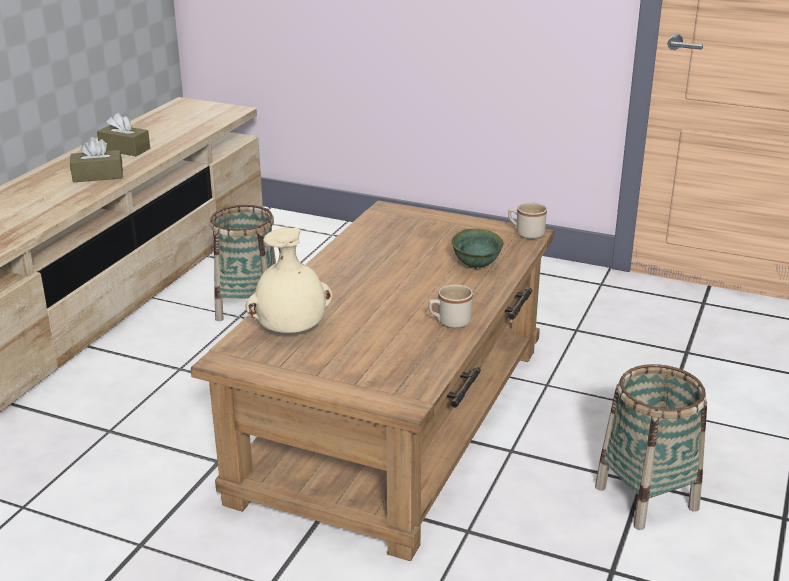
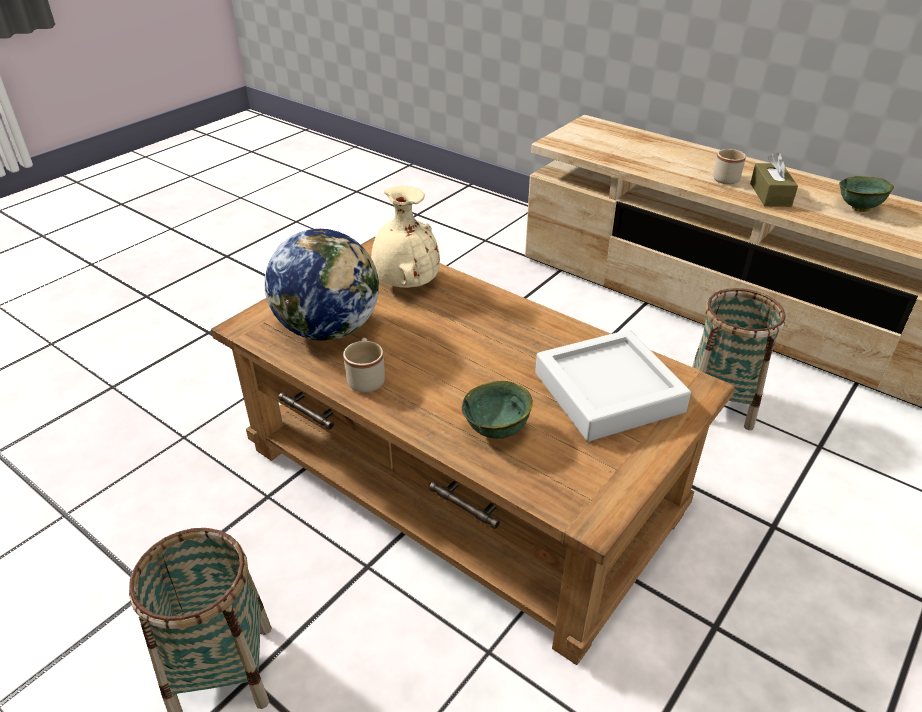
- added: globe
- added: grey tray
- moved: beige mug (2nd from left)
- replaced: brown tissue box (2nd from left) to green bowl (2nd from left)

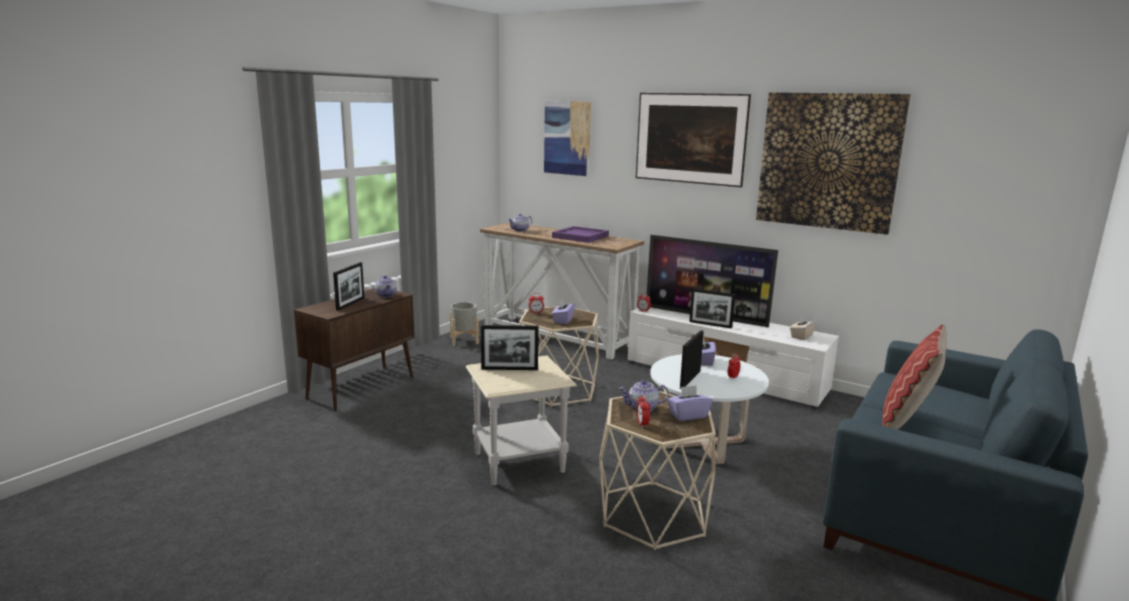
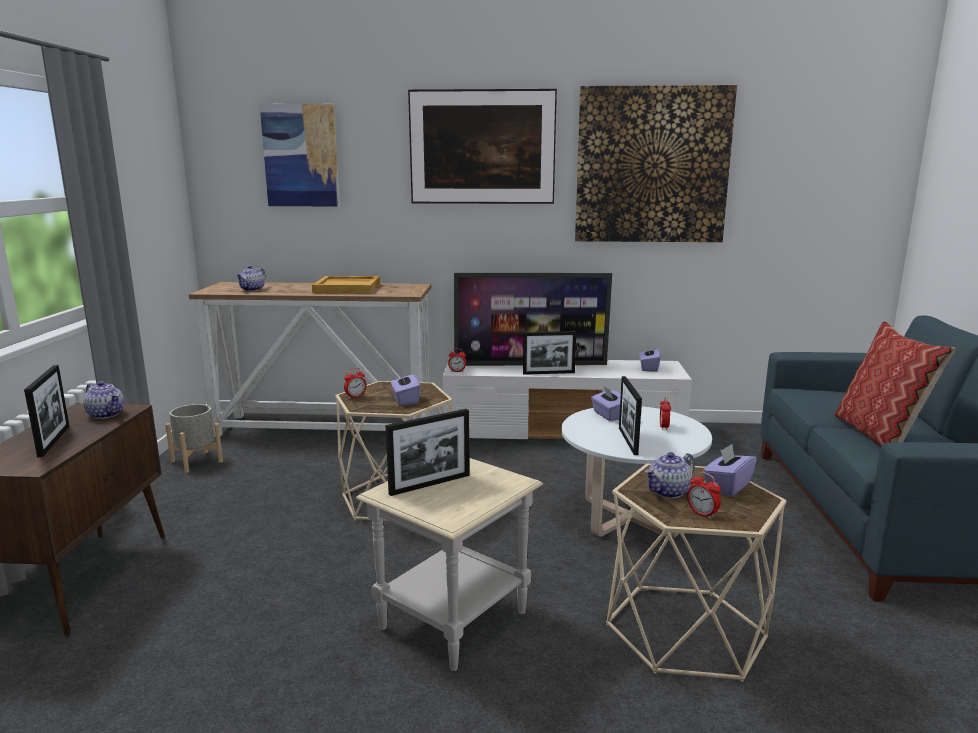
- recoloured: purple tray to beige tray
- recoloured: beige tissue box to purple tissue box (3rd from left)

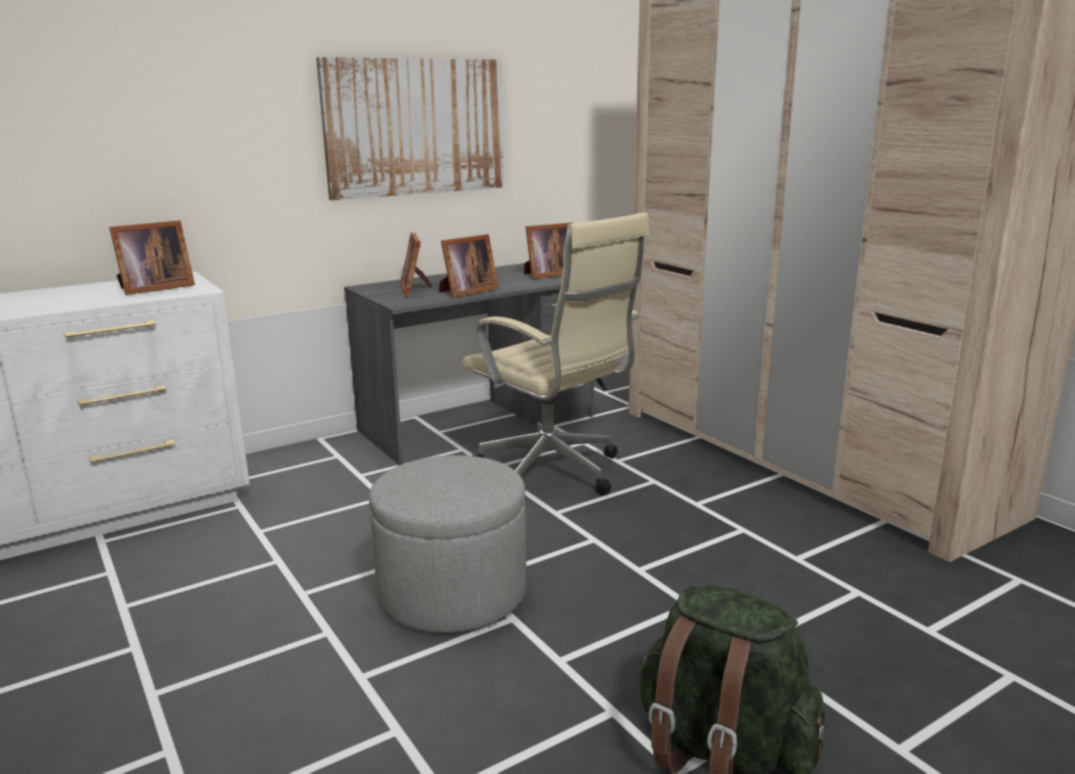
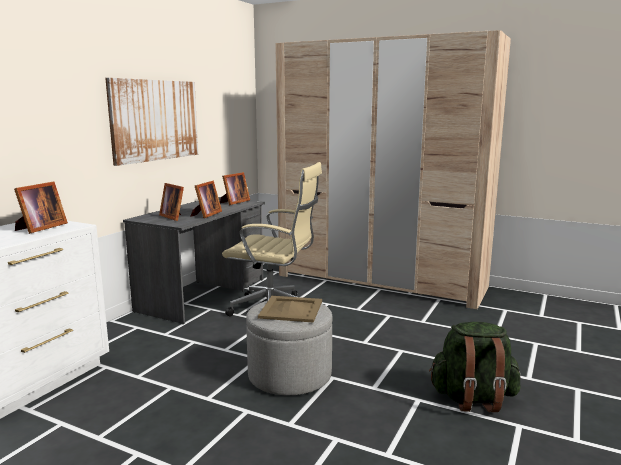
- added: beige tray

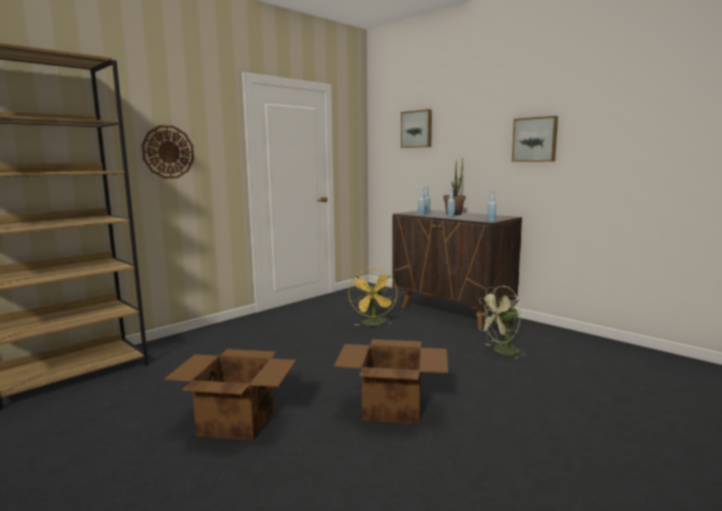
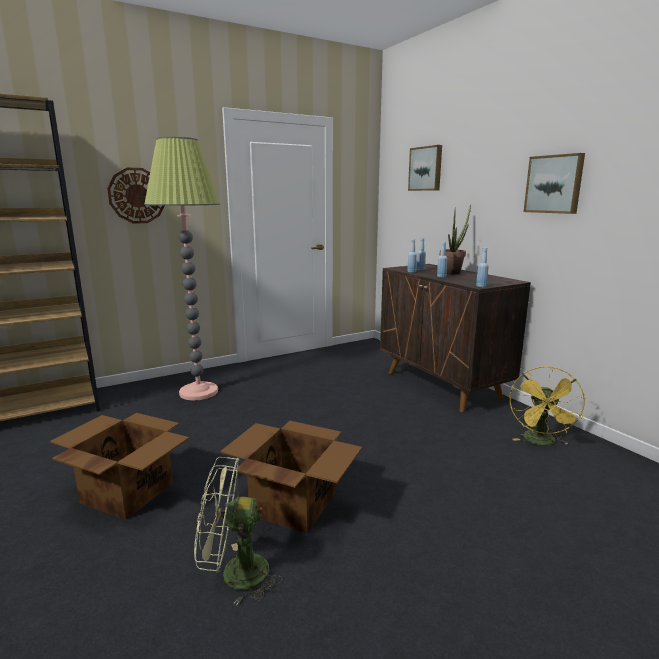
- added: floor lamp
- moved: green fan
- moved: yellow fan

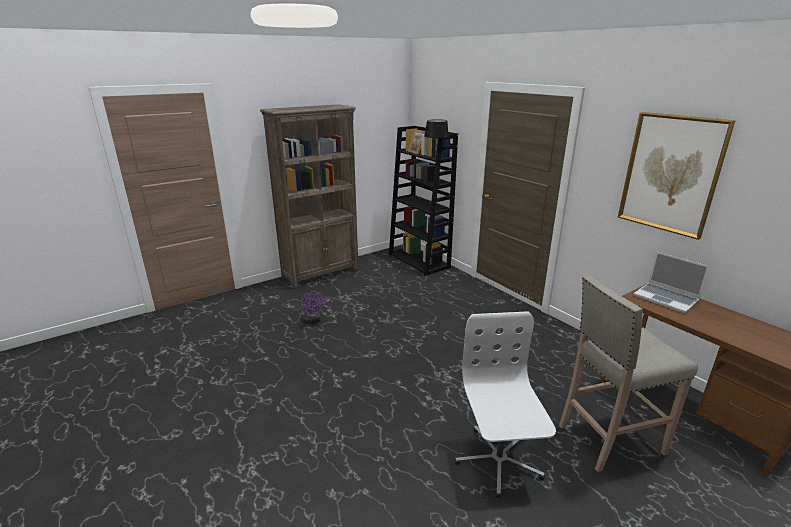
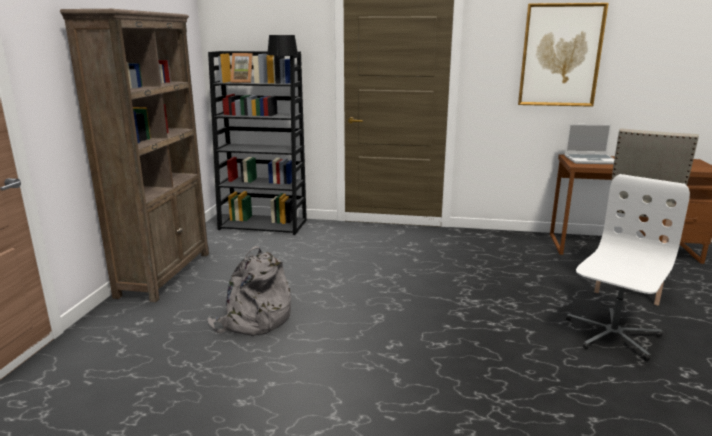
- replaced: purple fan to grey backpack
- turned: white office chair 90 degrees clockwise

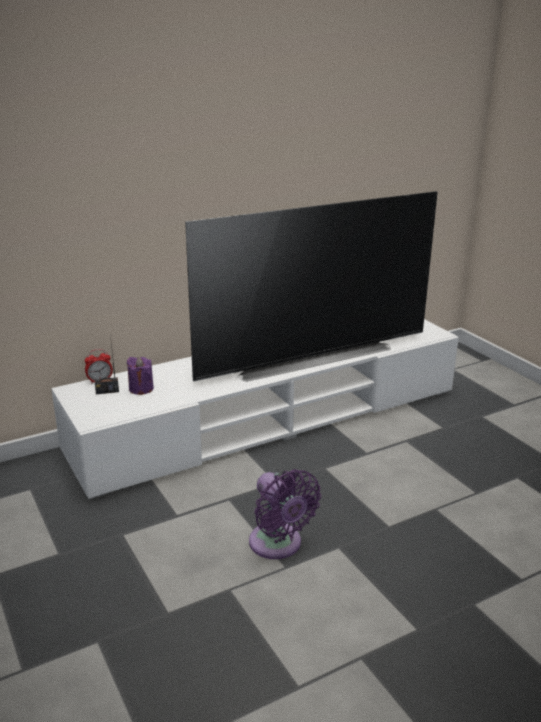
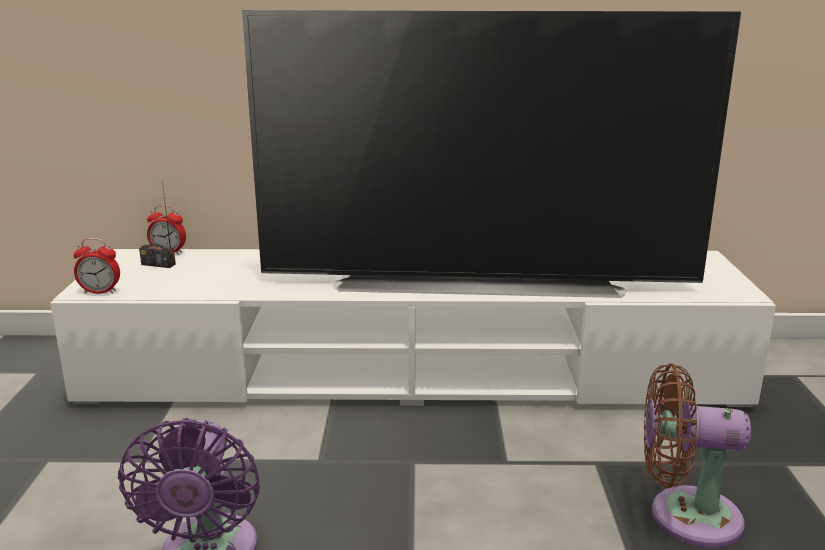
- added: alarm clock (1st from left)
- added: brown fan
- removed: purple candle

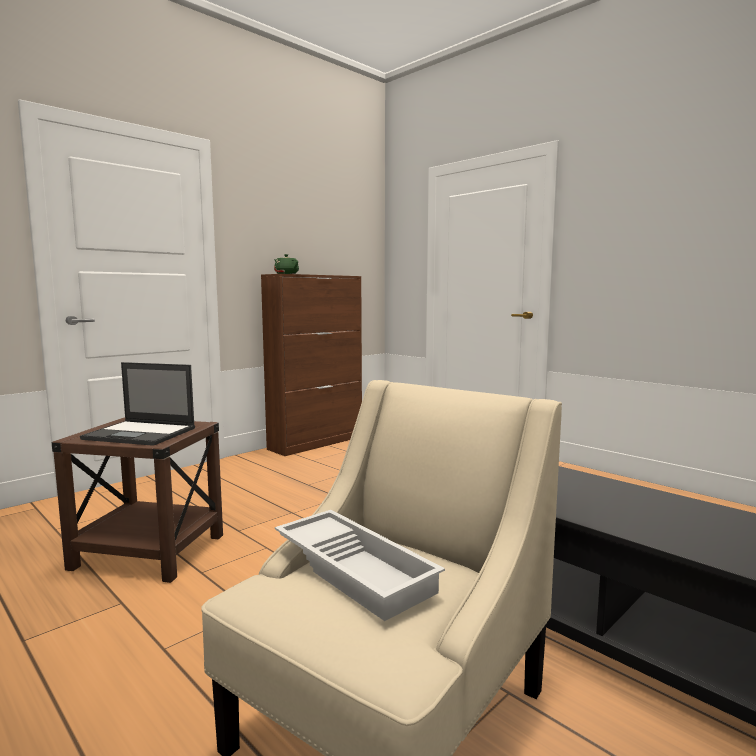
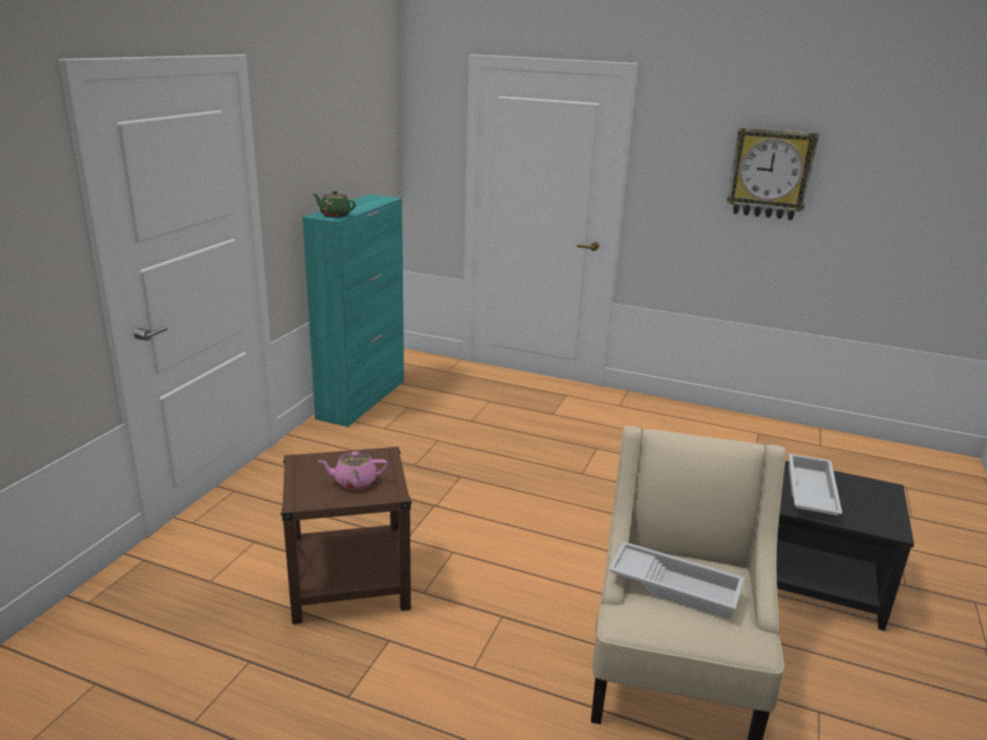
- recoloured: brown cabinet to turquoise cabinet
- replaced: laptop to pink teapot
- added: wall clock
- added: white tray (2nd from left)

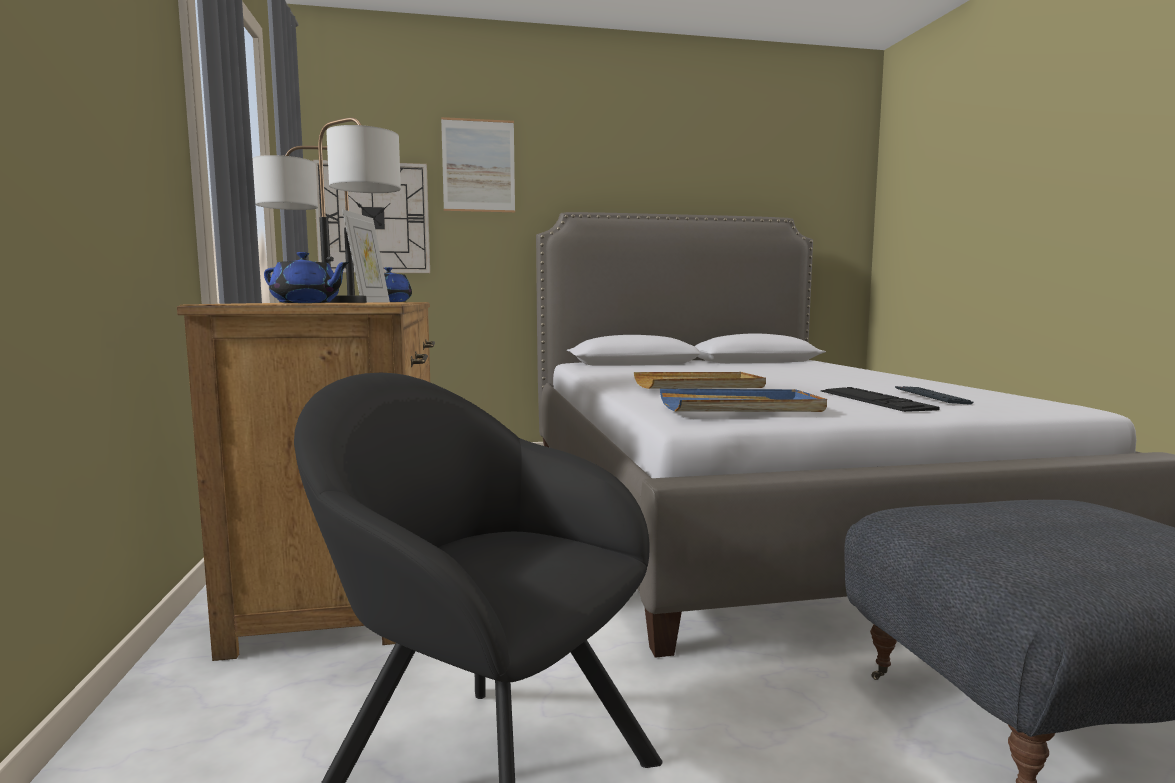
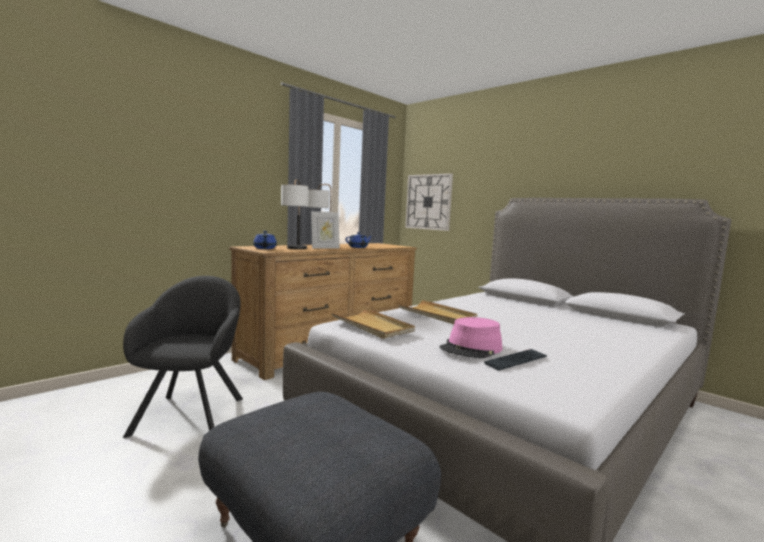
- recoloured: blue tray to beige tray (1st from left)
- replaced: keyboard (1st from left) to pink hat
- removed: picture

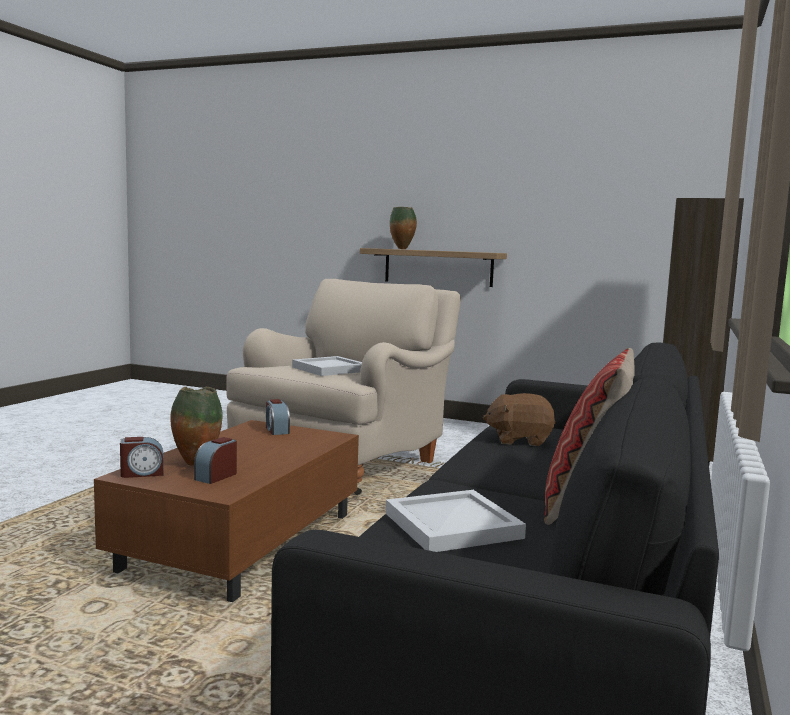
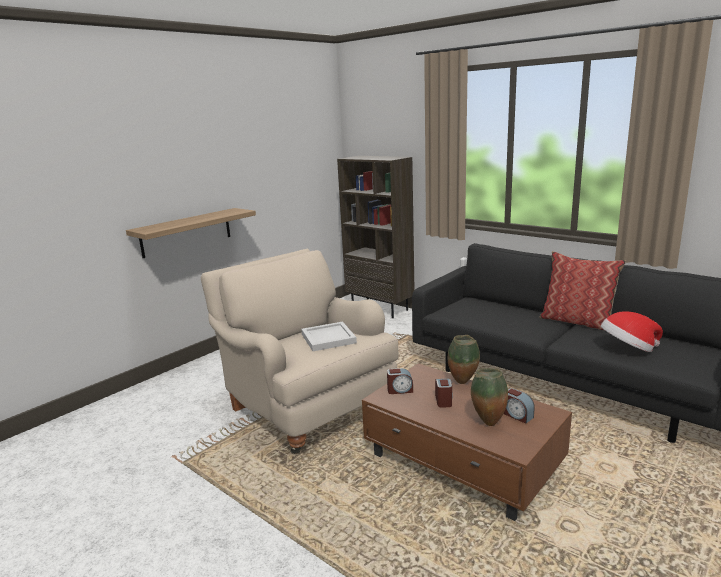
- moved: alarm clock (1st from left in the first image) to alarm clock (2nd from left)
- moved: vase (2nd from left in the first image) to vase (1st from left)
- replaced: white tray (2nd from left) to hat
- removed: brown plush toy

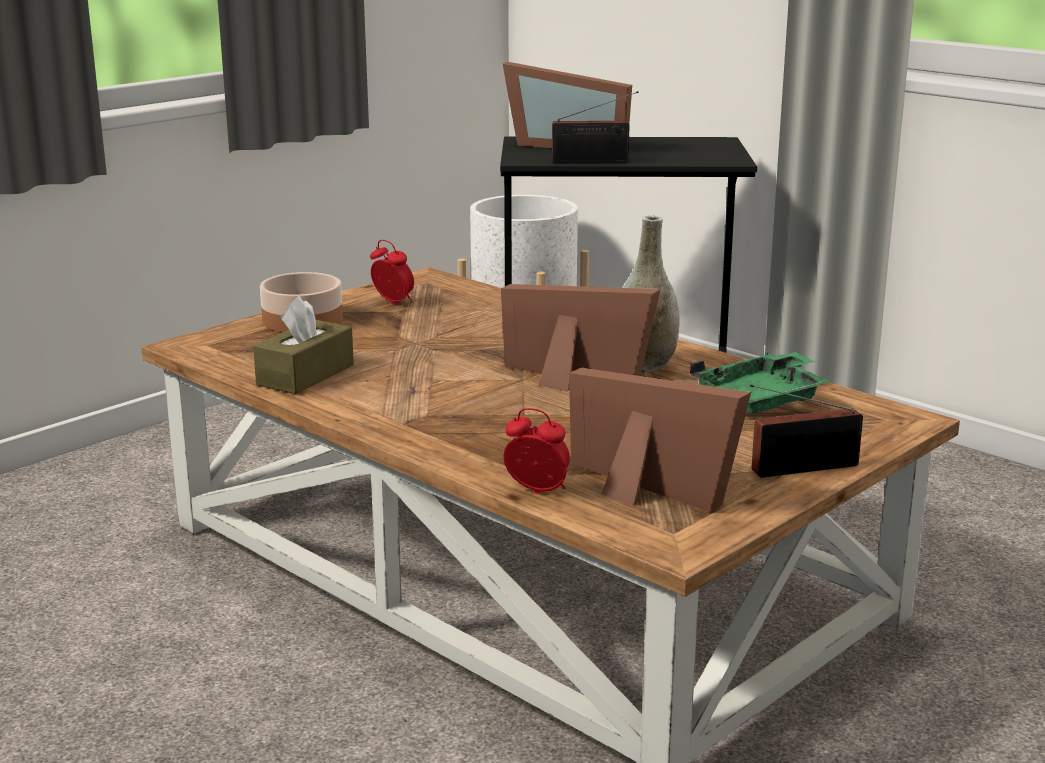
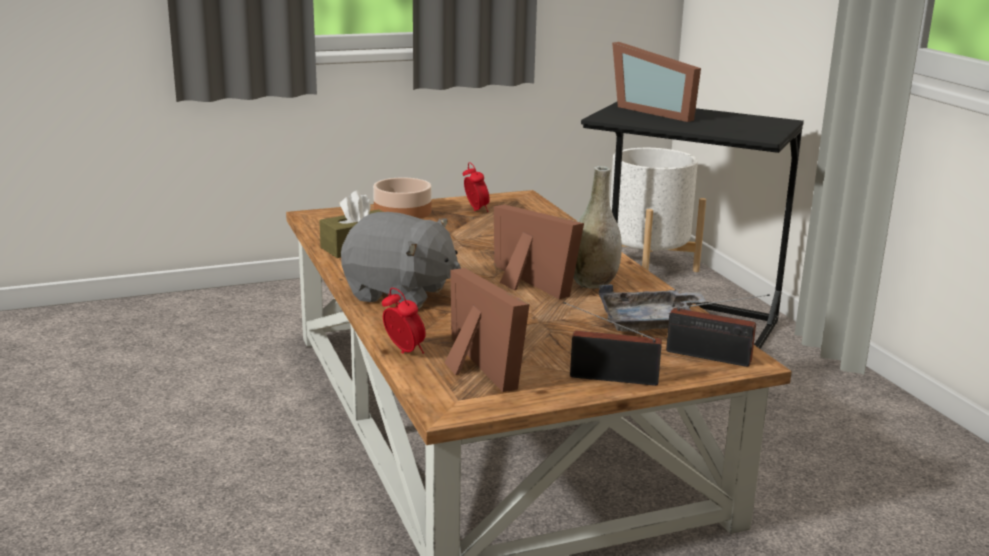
- added: grey plush toy
- recoloured: green tray to grey tray
- moved: radio (1st from left in the first image) to radio (2nd from left)

